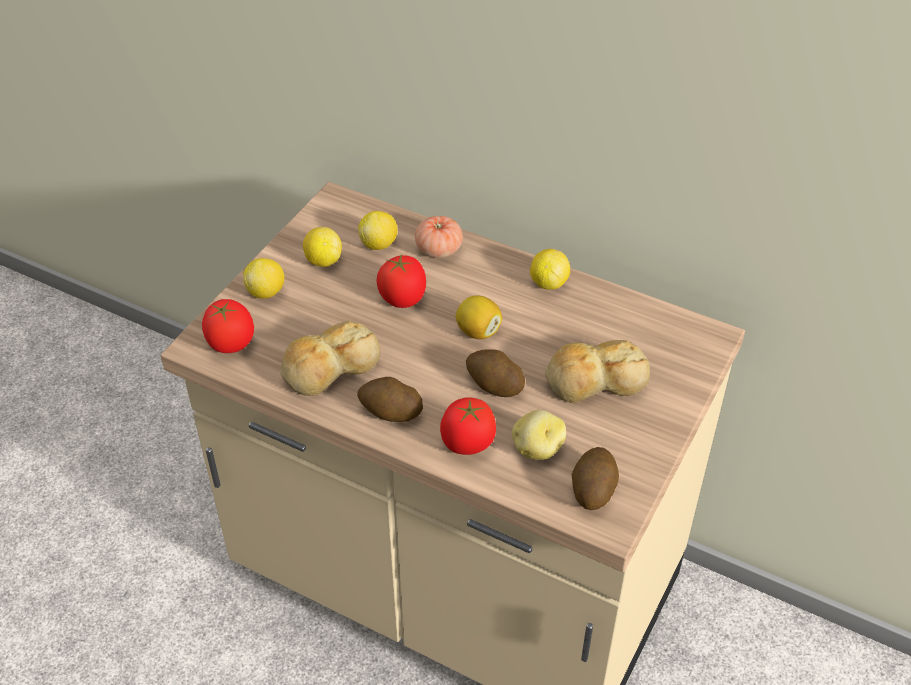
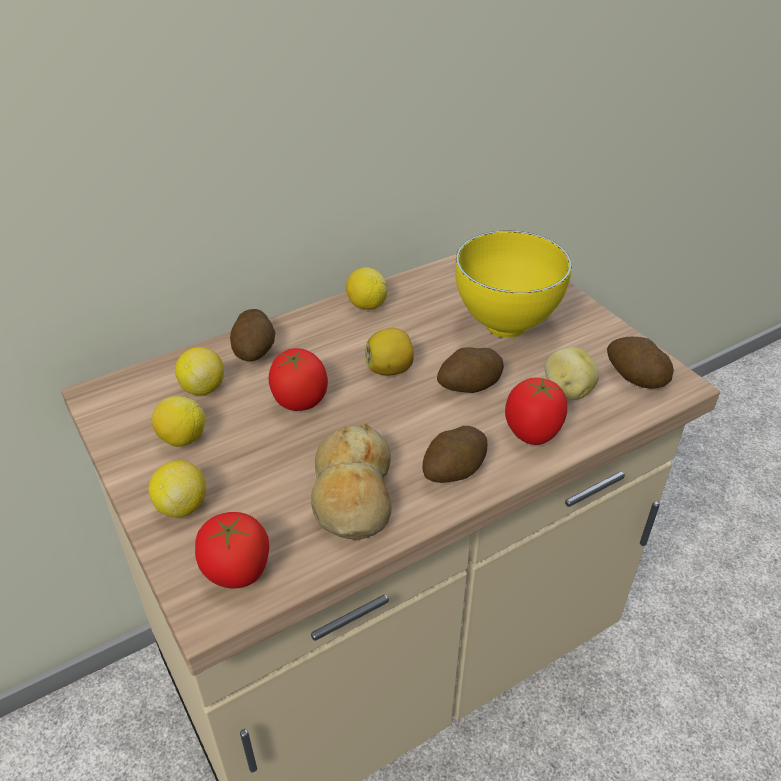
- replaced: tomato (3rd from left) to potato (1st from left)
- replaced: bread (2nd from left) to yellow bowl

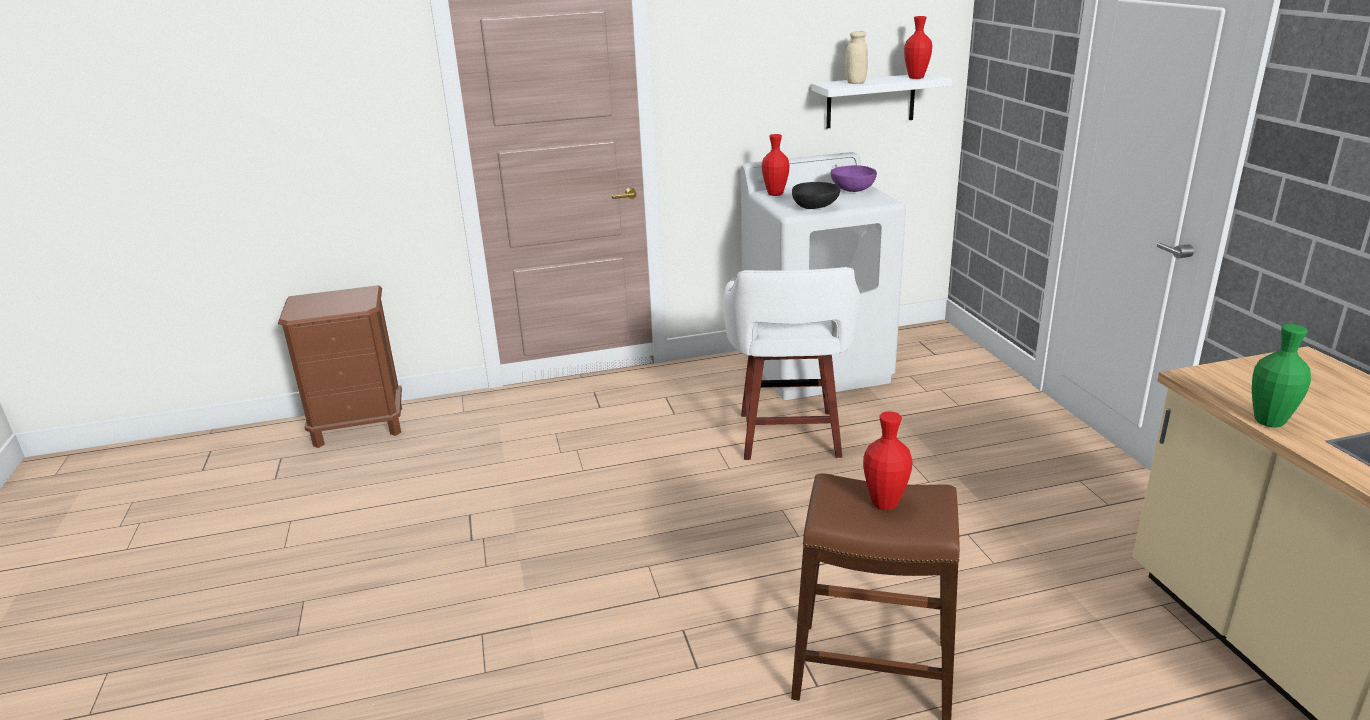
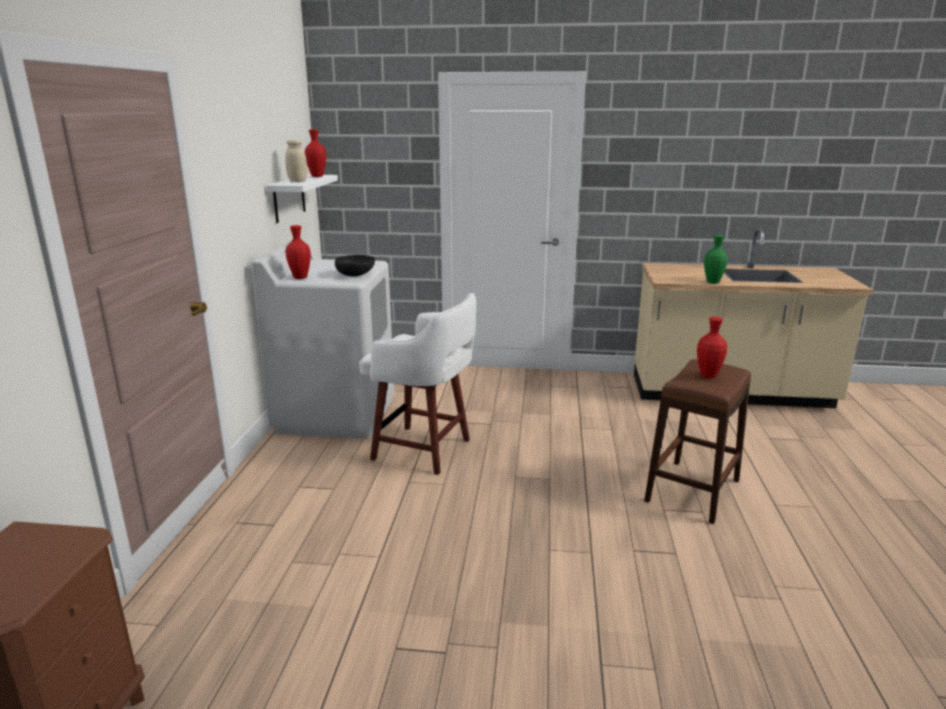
- removed: purple bowl

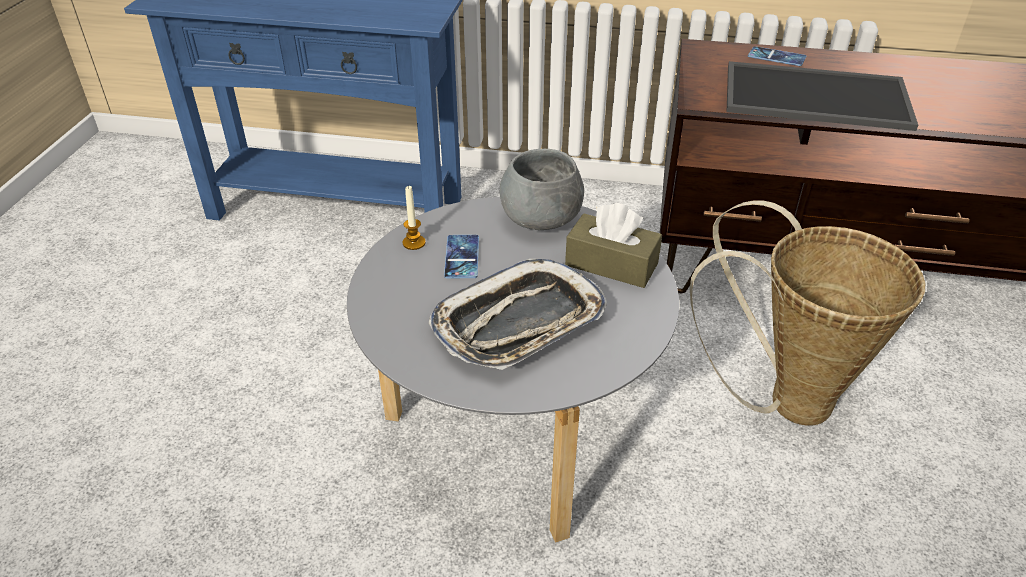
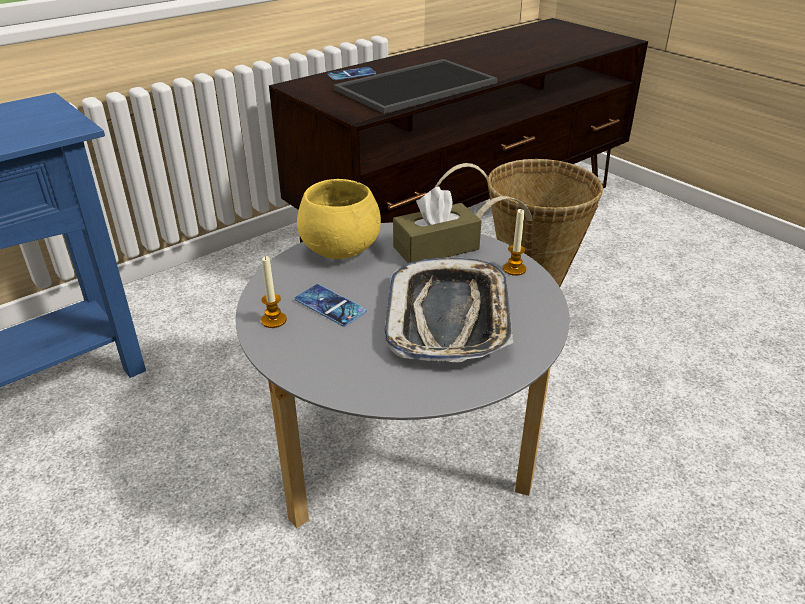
- recoloured: grey bowl to yellow bowl
- added: candle (2nd from left)

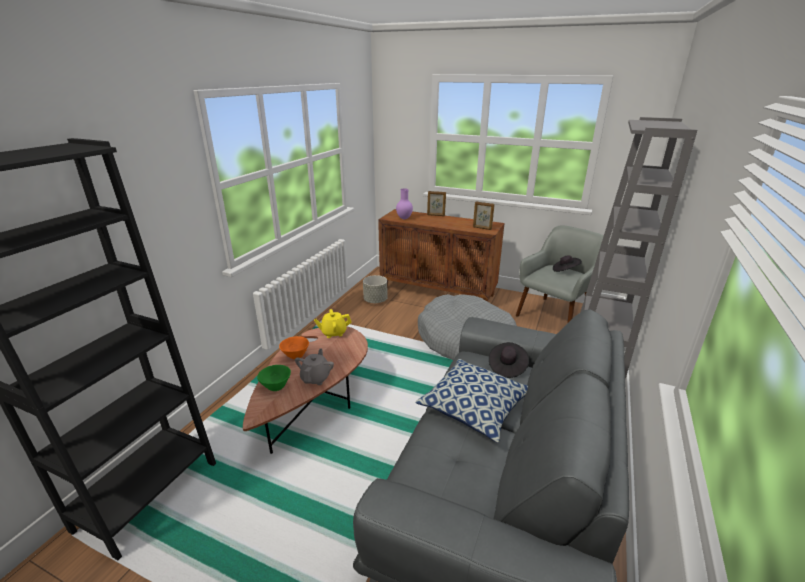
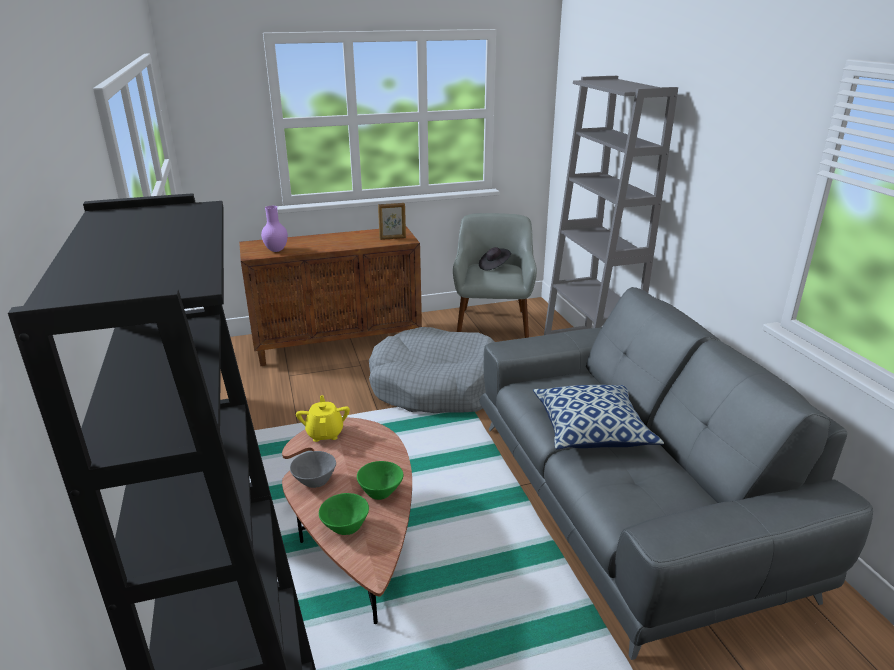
- recoloured: orange bowl to grey bowl
- turned: yellow teapot 135 degrees clockwise
- replaced: grey teapot to green bowl (2nd from left)
- removed: grey planter
- removed: picture frame (1st from left)
- removed: black hat (1st from left)

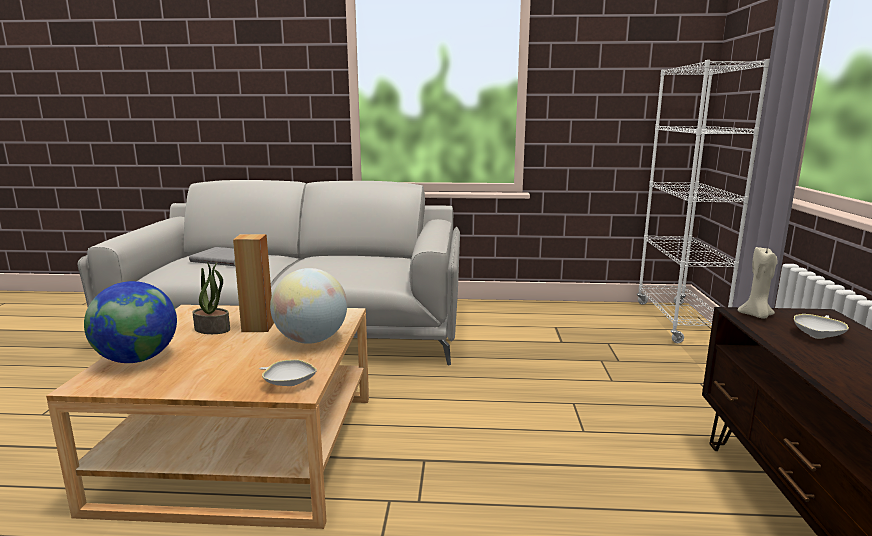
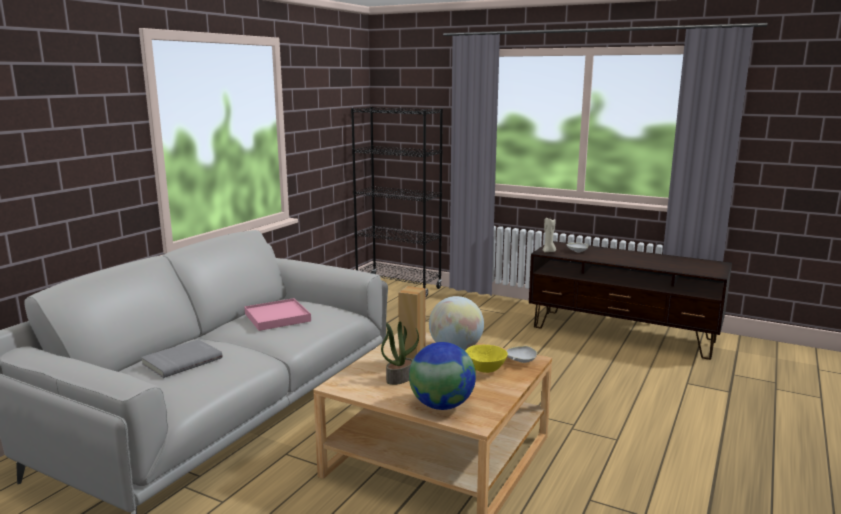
- added: pink tray
- recoloured: white bookcase to black bookcase
- added: yellow bowl

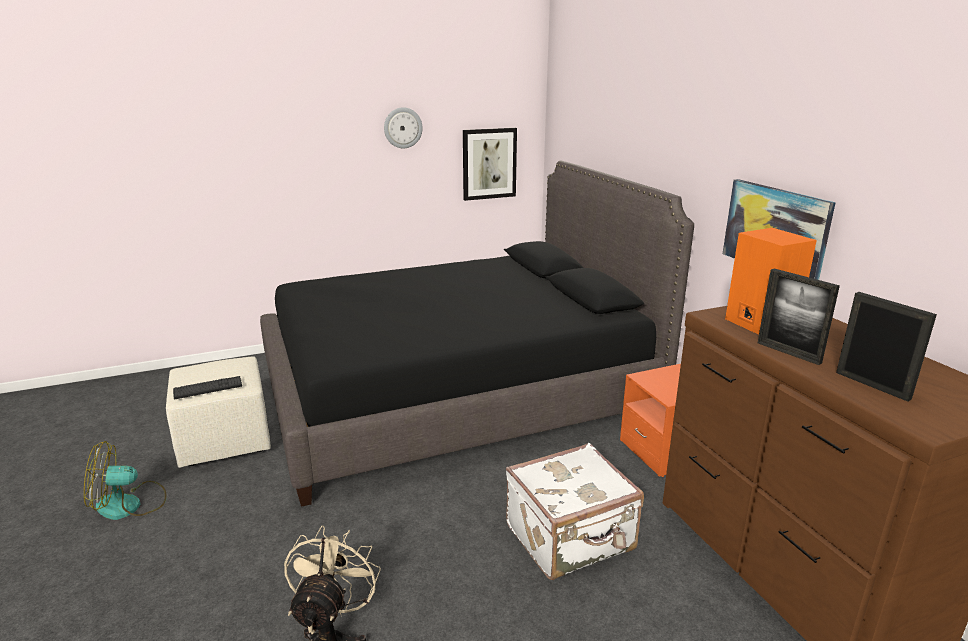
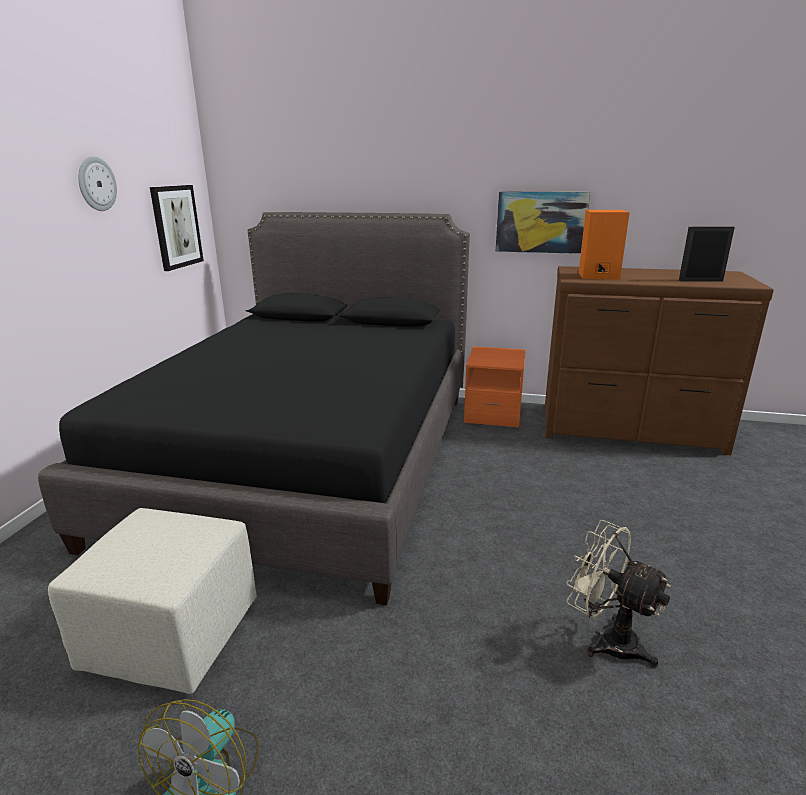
- removed: keyboard
- removed: white suitcase
- removed: picture frame (1st from left)

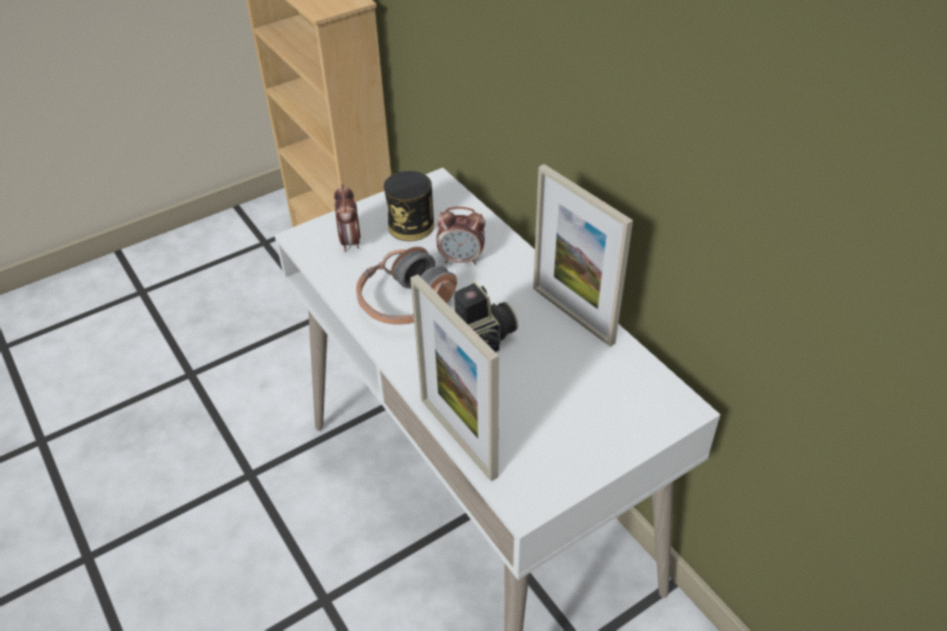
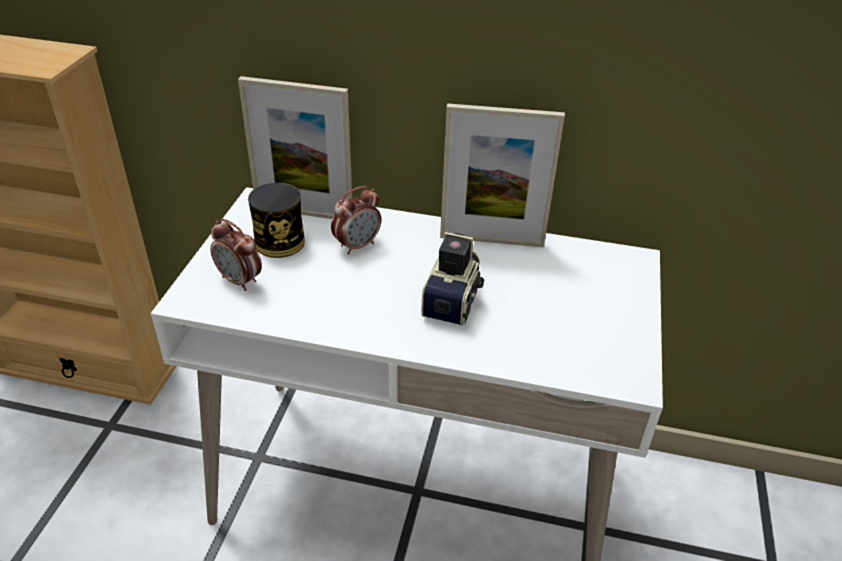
- moved: picture frame (1st from left)
- removed: headphones

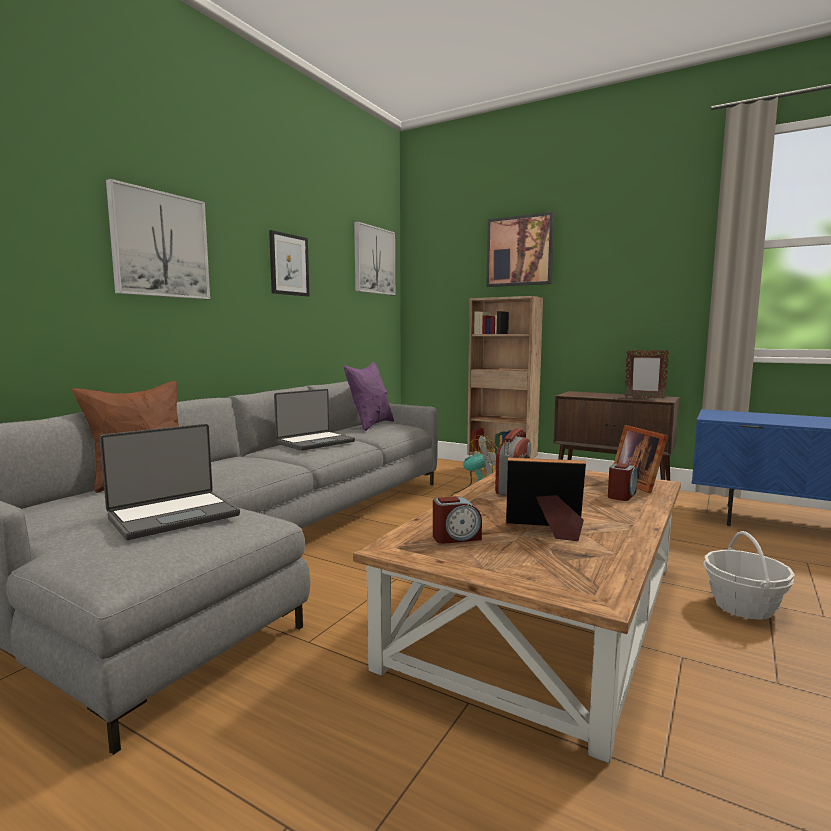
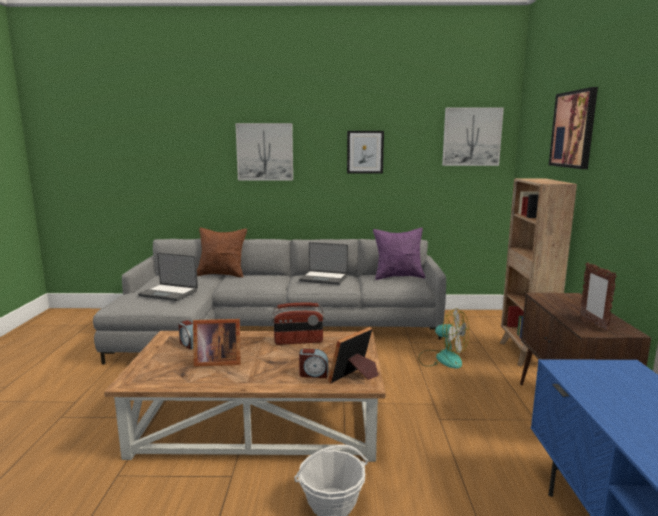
- turned: picture frame (1st from left) 105 degrees clockwise

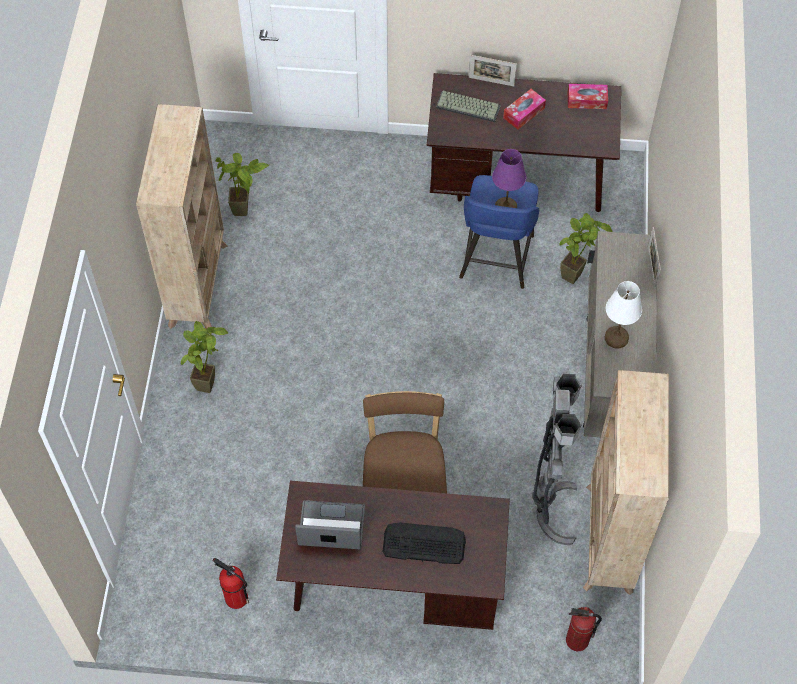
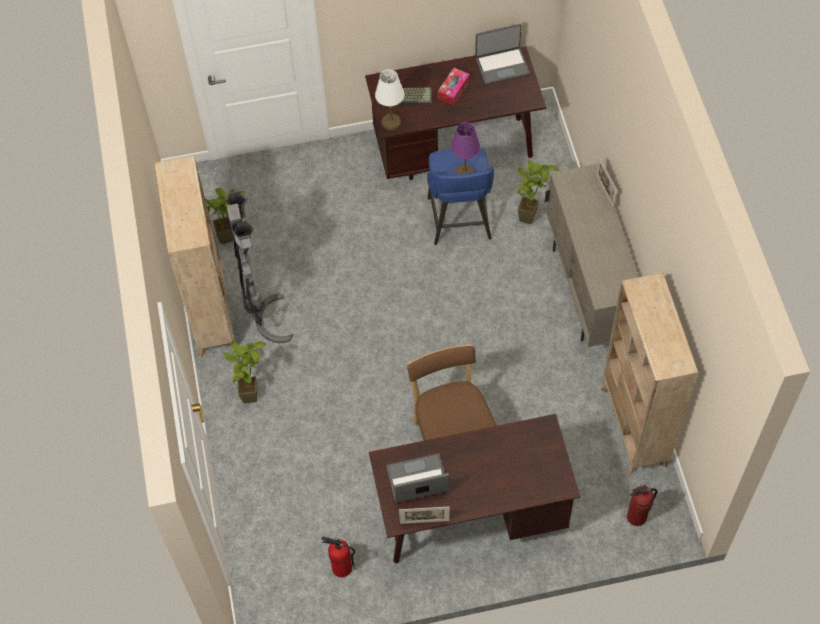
- moved: grey floor lamp
- moved: white table lamp
- moved: picture frame (1st from left)
- replaced: tissue box (2nd from left) to laptop (2nd from left)
- removed: keyboard (1st from left)

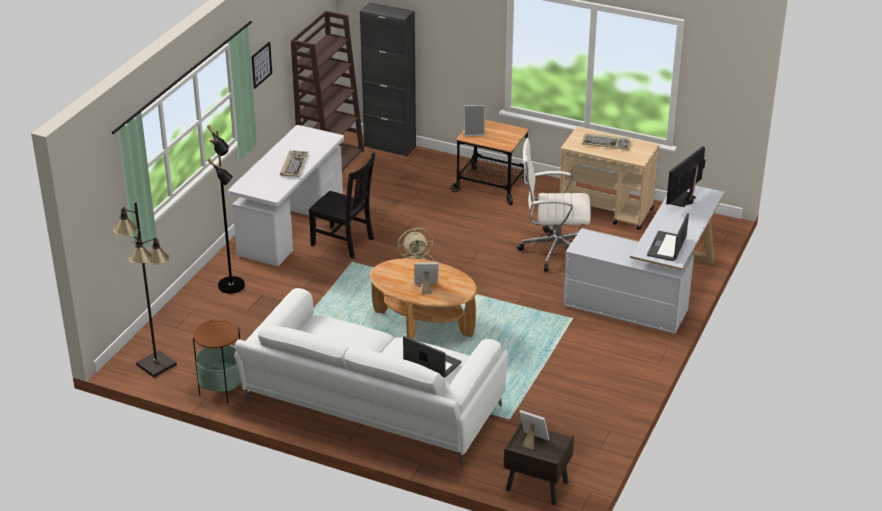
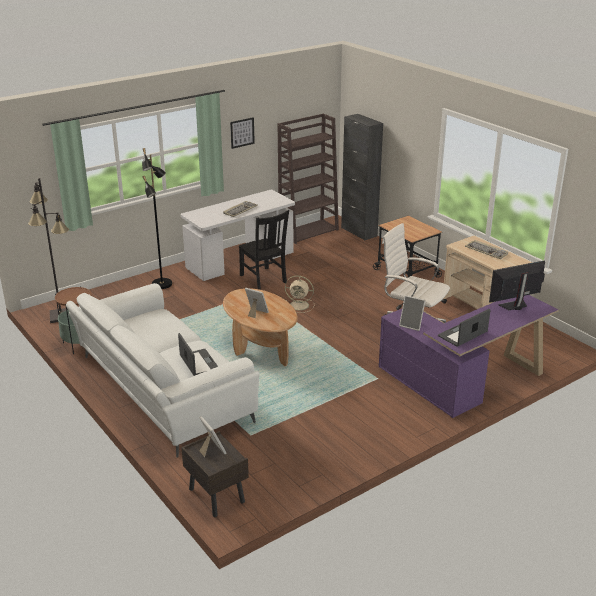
- recoloured: white desk (2nd from left) to purple desk
- moved: picture frame (2nd from left in the first image) to picture frame (3rd from left)

